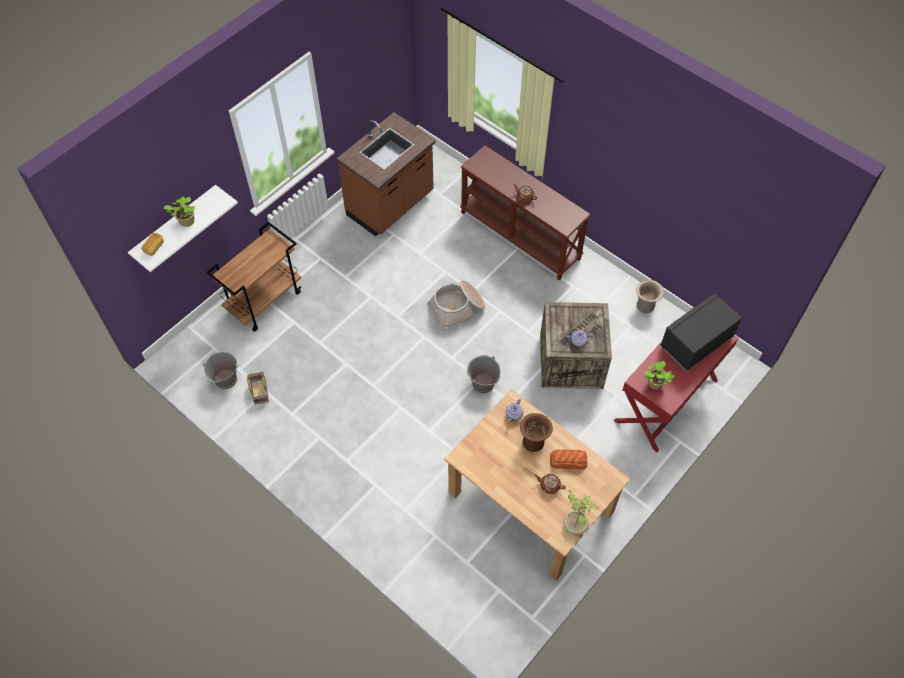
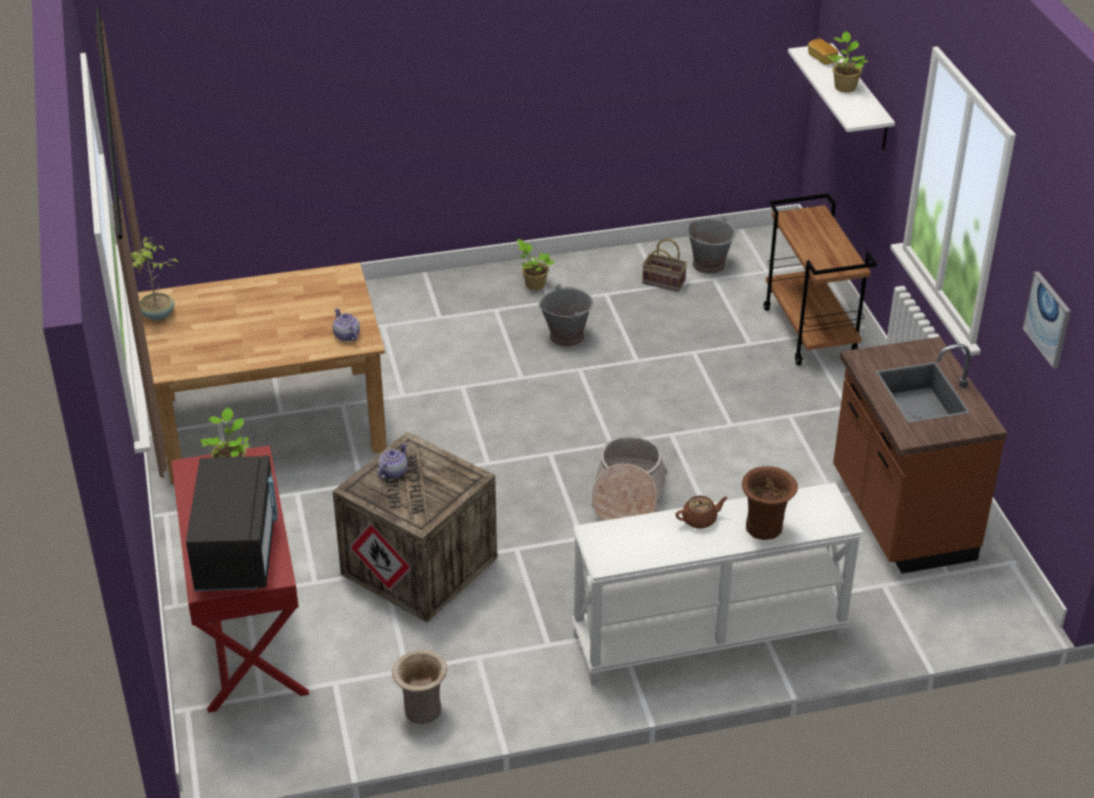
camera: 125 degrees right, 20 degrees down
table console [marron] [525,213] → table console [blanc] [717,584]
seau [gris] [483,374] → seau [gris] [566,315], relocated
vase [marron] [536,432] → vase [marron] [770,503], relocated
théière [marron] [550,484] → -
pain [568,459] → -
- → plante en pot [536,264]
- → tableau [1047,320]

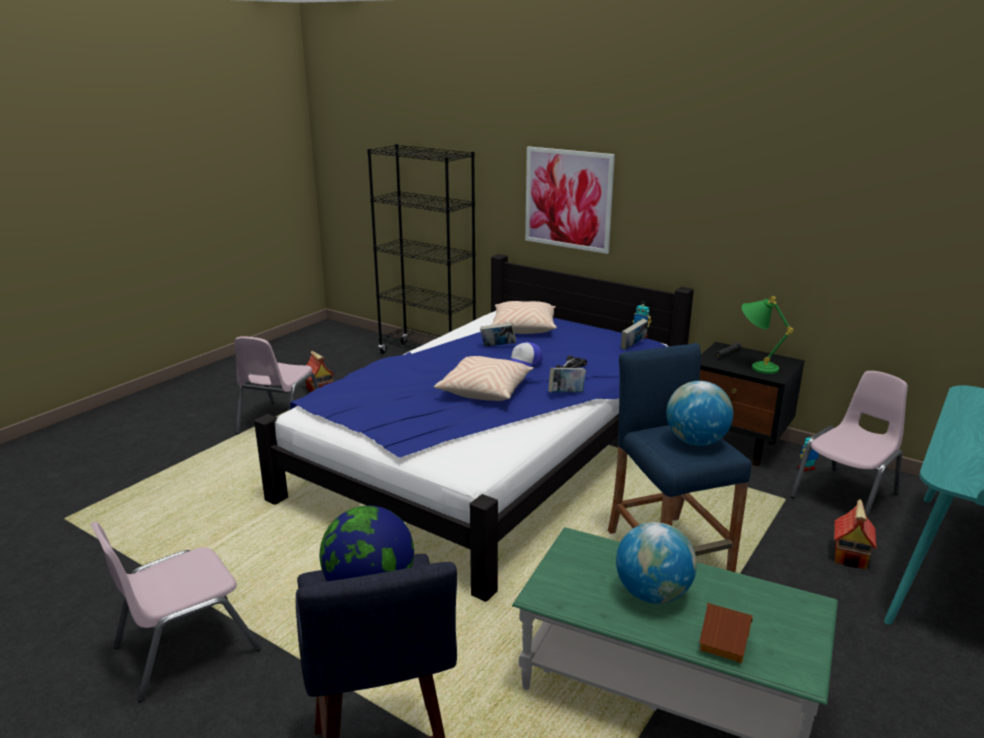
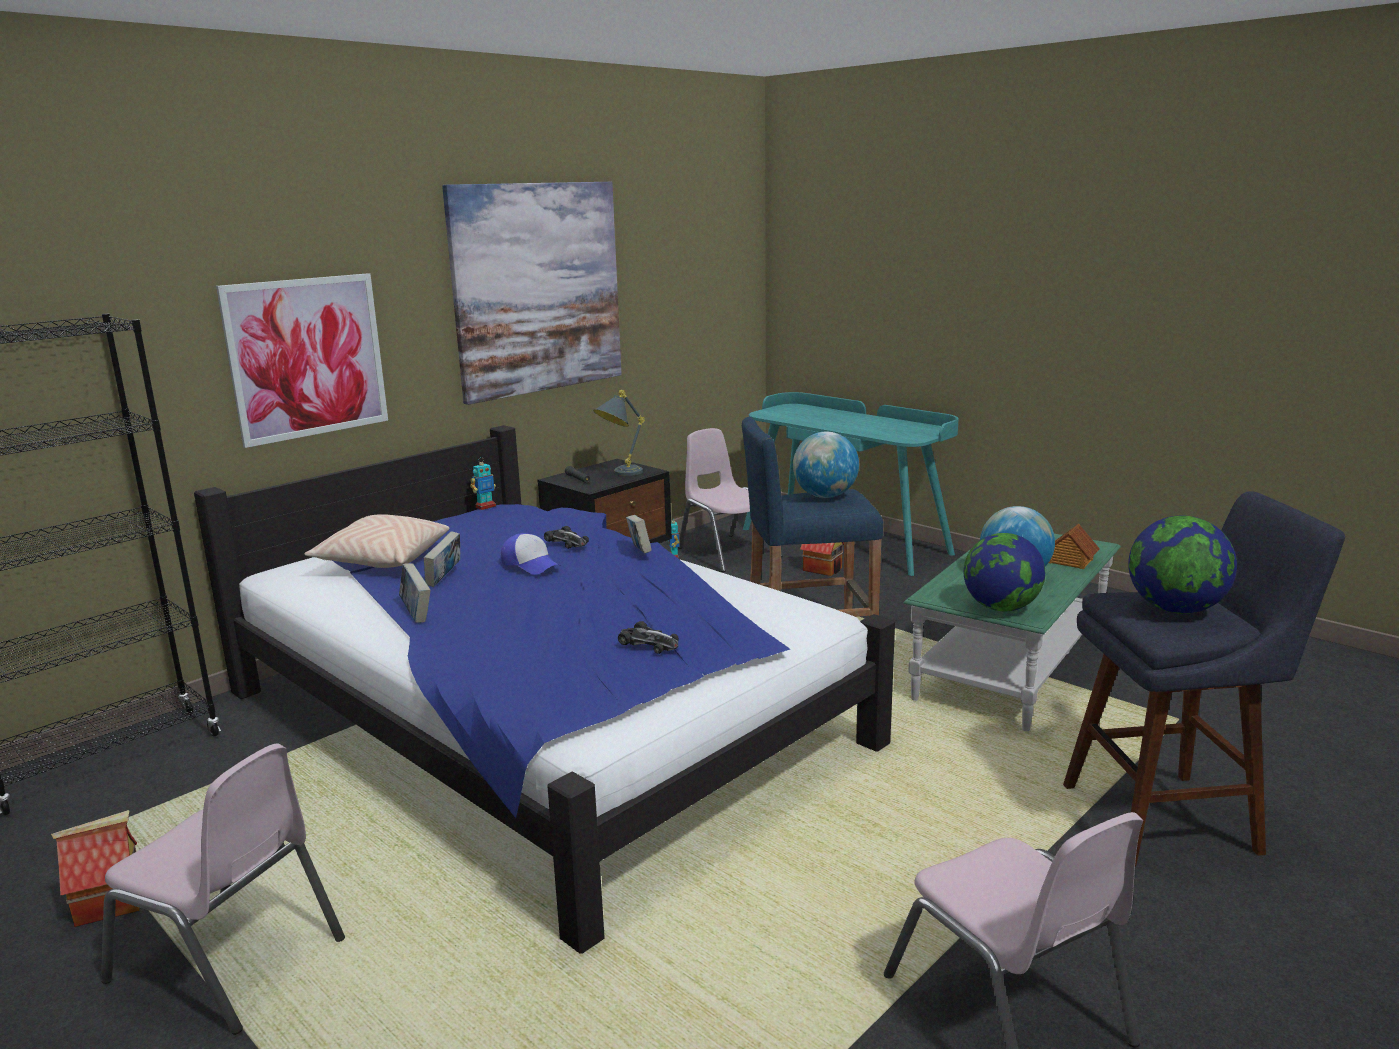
camera: 80 degrees left, 5 degrees down
coussin [beige] [484,378] → -
livre [634,334] → livre [415,593], relocated
lampe de table [vert] [768,335] → lampe de table [gris] [619,433]
- → tableau [532,293]
- → petite voiture [648,637]
- → globe [1004,572]

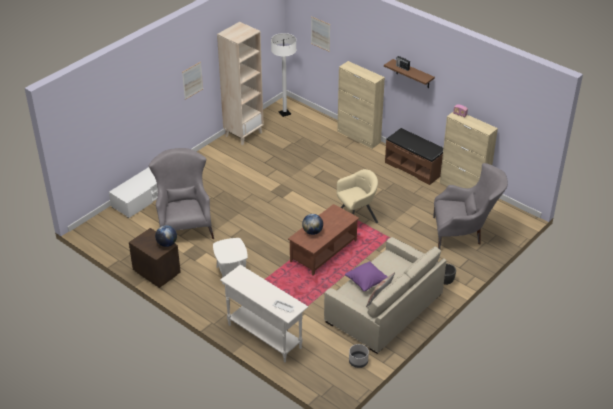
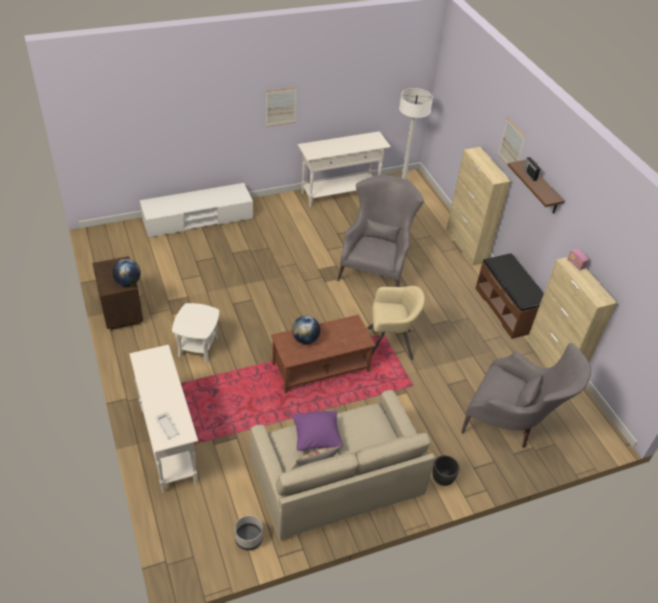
camera: 25 degrees right, 5 degrees up
fauteuil [gris] [181,193] → fauteuil [gris] [380,231], relocated
bibliothèque [beige] [240,84] → table console [blanc] [344,169]
tableau [320,34] → tableau [512,142], relocated

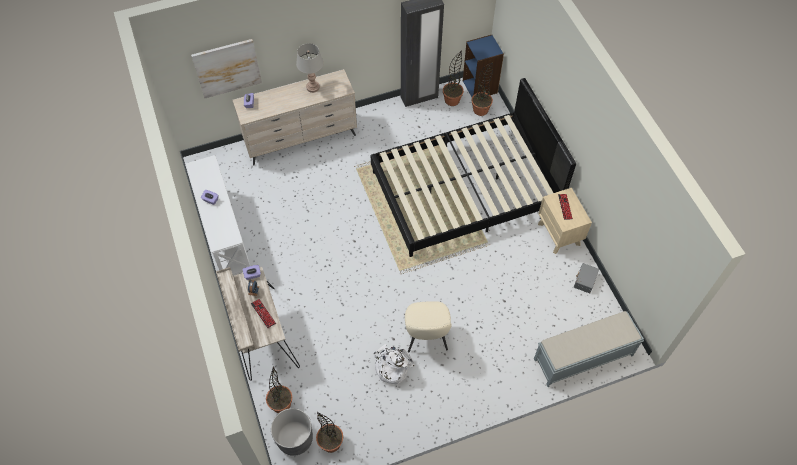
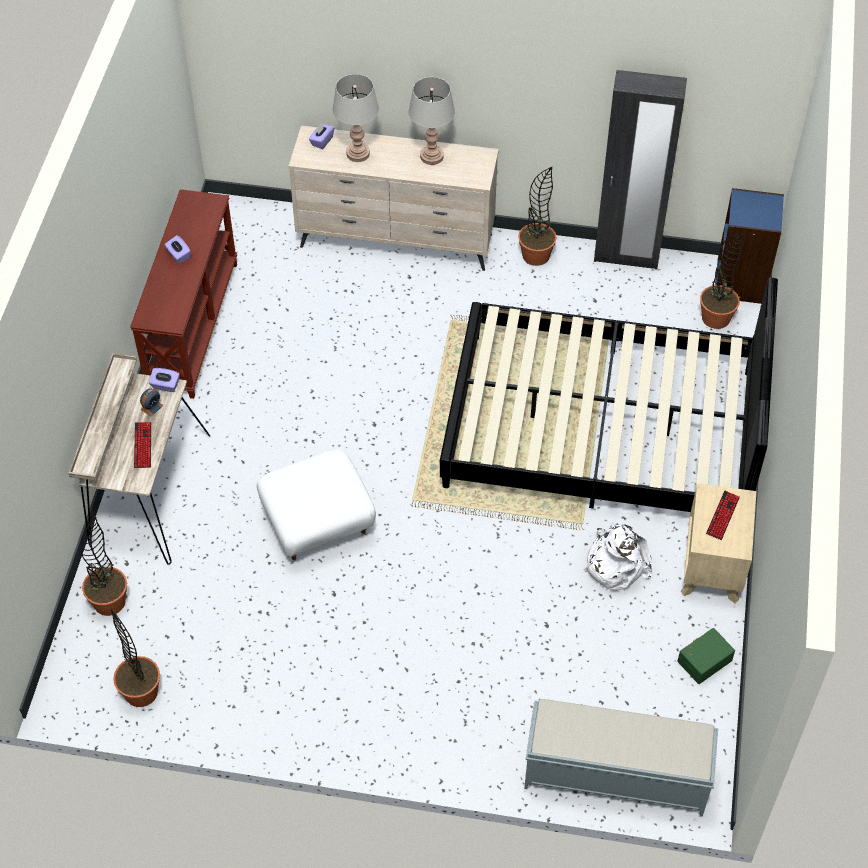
camera: 30 degrees right, 5 degrees down
table console [blanc] [218,215] → table console [marron] [183,294]
tableau [226,68] → -
cache-pot [gris] [292,432] → -
sac à dos [blanc] [394,364] → sac à dos [blanc] [618,557], relocated
chaise [beige] [428,327] → -
plante en pot [453,78] → plante en pot [537,216], relocated
boîte de rangement [gris] [586,278] → boîte de rangement [vert] [706,656]
- → pouf [blanc] [316,506]
- → lampe de table [gris] [355,118]

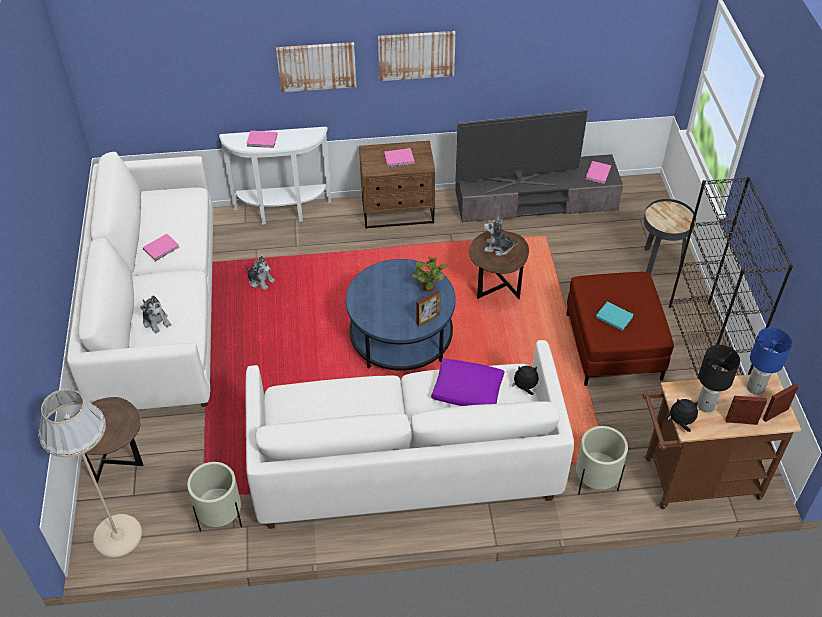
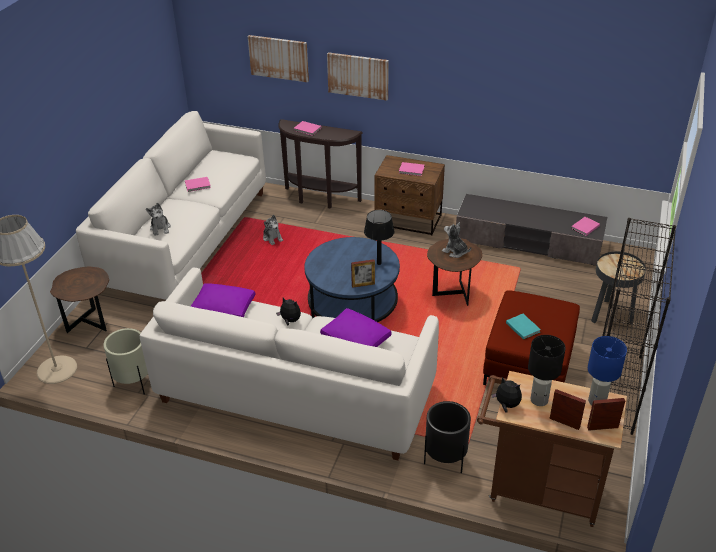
camera: 25 degrees right, 10 degrees down
table console [blanc] [275,176] → table console [marron] [320,164]
tableau [417,56] → tableau [278,58], relocated
plante en pot [429,274] → lampe de table [noir] [379,237]
téléviseur [522,151] → -
peluche [525,380] → peluche [288,311], relocated
cache-pot [beige] [602,460] → cache-pot [noir] [447,437]
- → coussin [violet] [223,300]

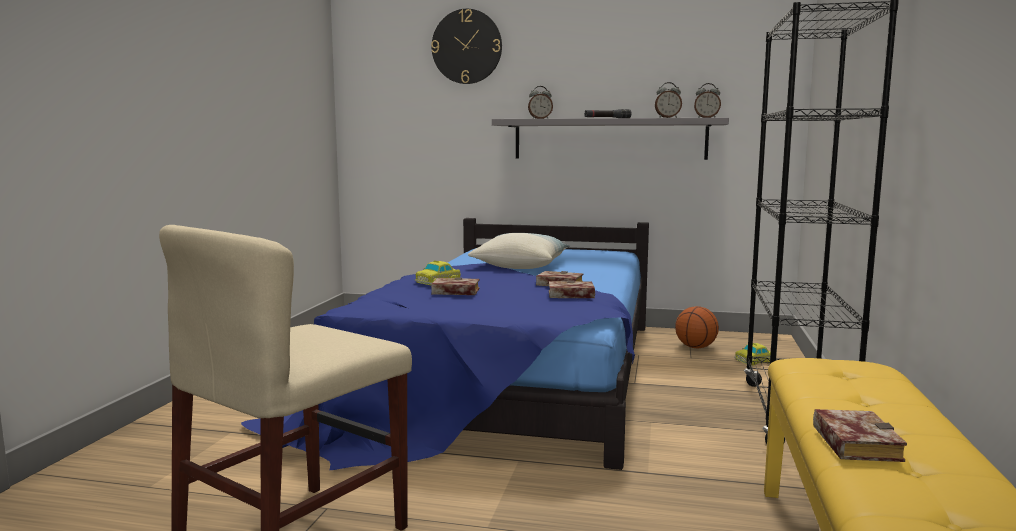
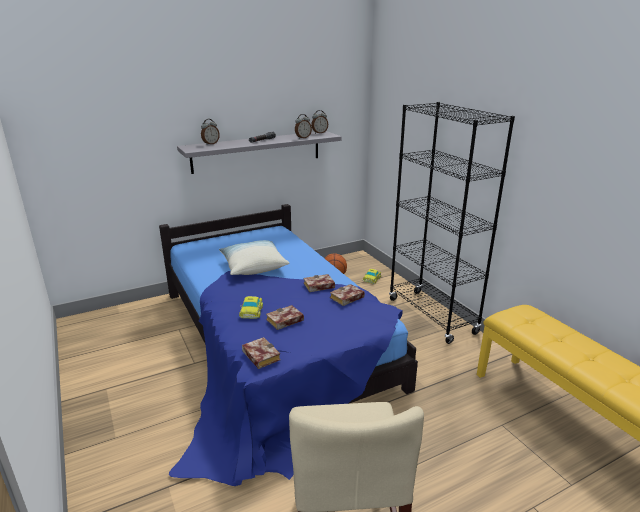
camera: 40 degrees left, 15 degrees up
horloge murale [466,46] → -
livre [860,435] → livre [261,353], relocated

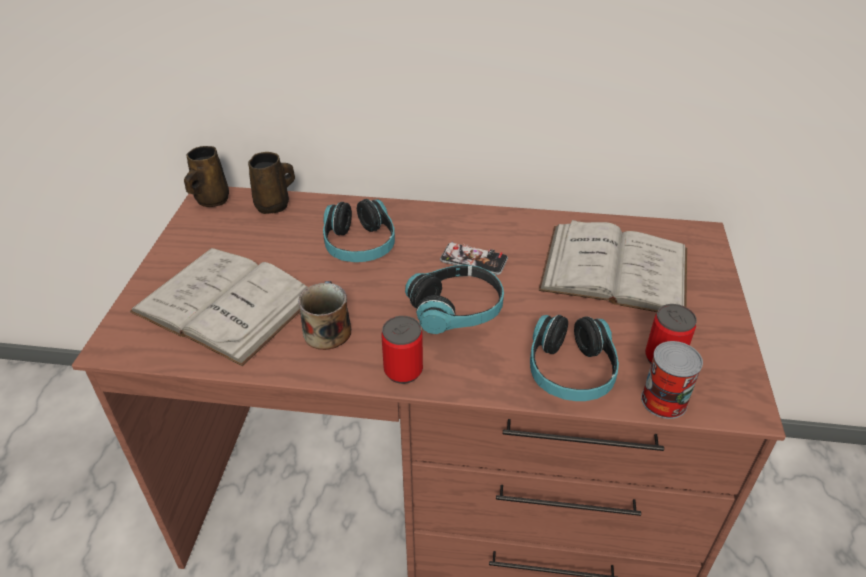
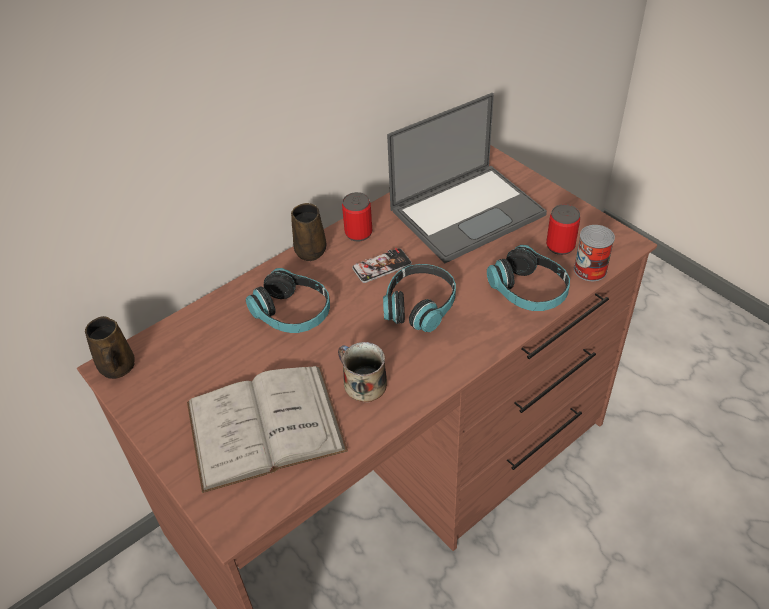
camera: 45 degrees left, 5 degrees up
mug [marron] [271,183] → mug [marron] [308,232], relocated
boîte métallique [402,350] → boîte métallique [357,217], relocated
livre [blanc] [612,266] → ordinateur portable [467,178]

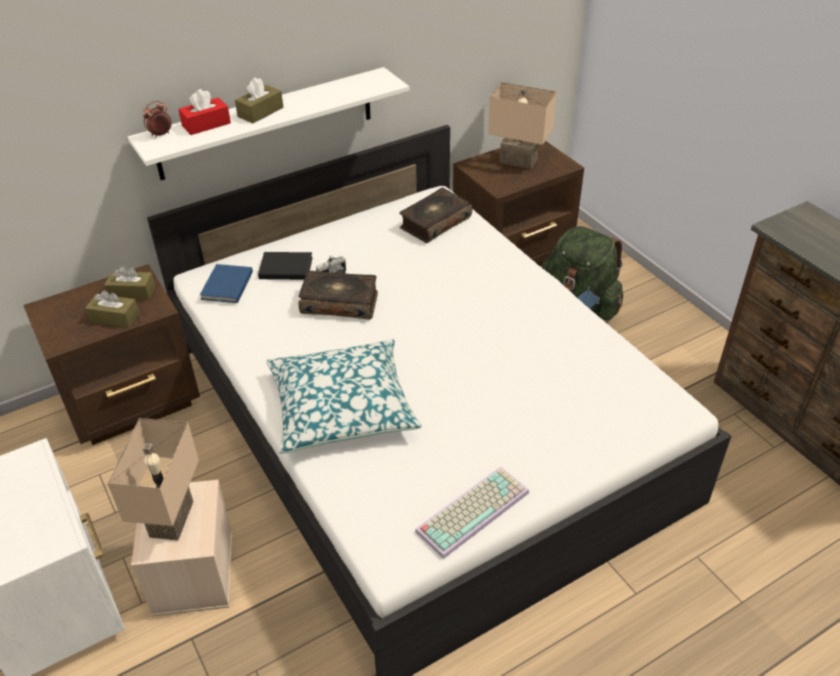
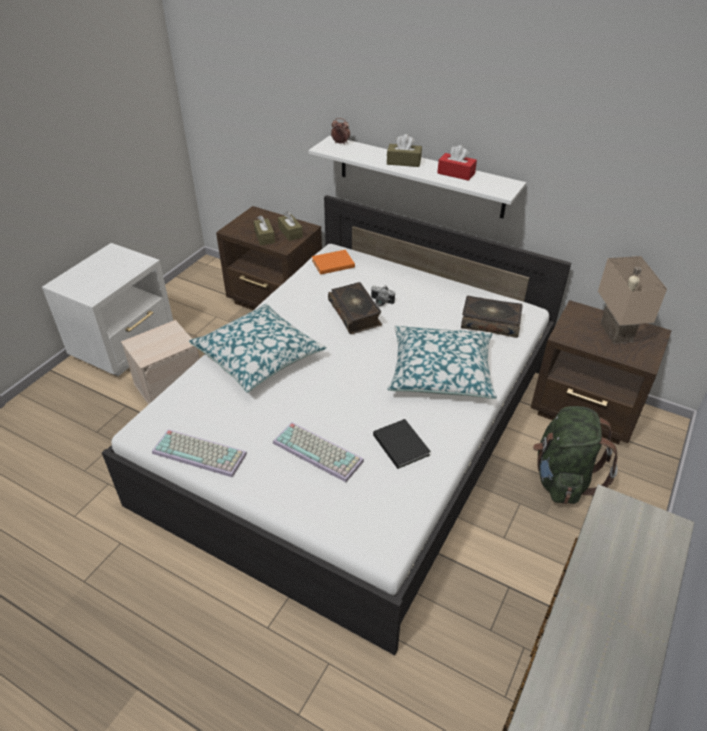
camera: 60 degrees right, 0 degrees up
lampe de table [beige] [153,479] → -
boîte à mouchoirs [rouge] [204,112] → boîte à mouchoirs [rouge] [457,163], relocated
livre [bleu] [226,283] → livre [orange] [333,262]
livre [noir] [285,266] → livre [noir] [402,444], relocated
- → clavier [318,452]
- → coussin [442,362]

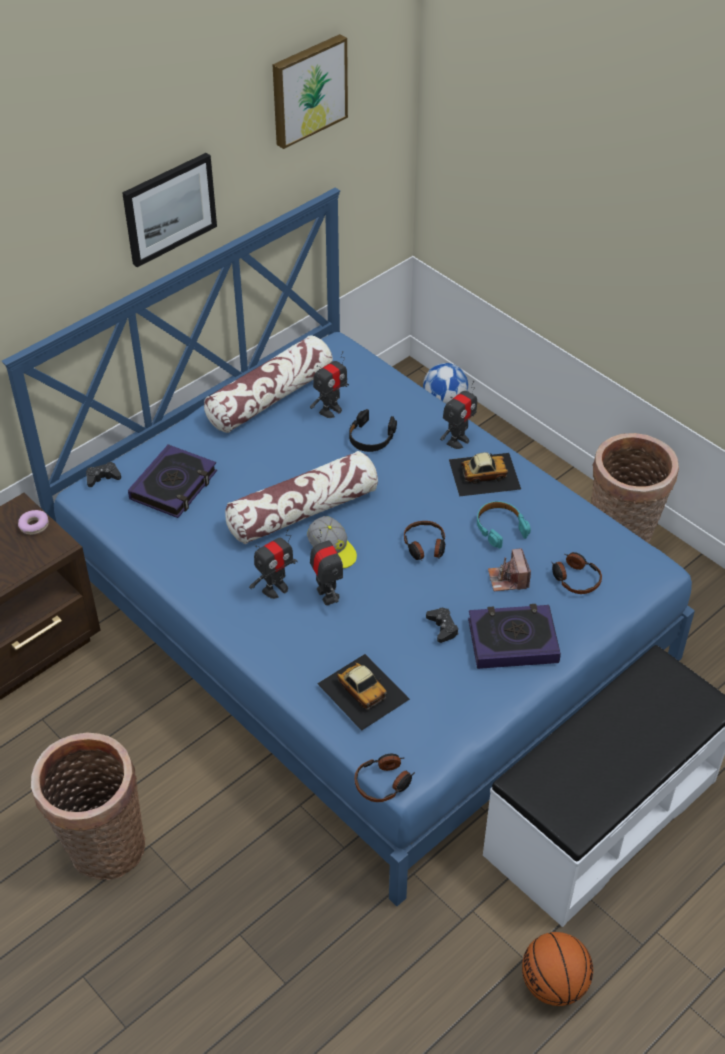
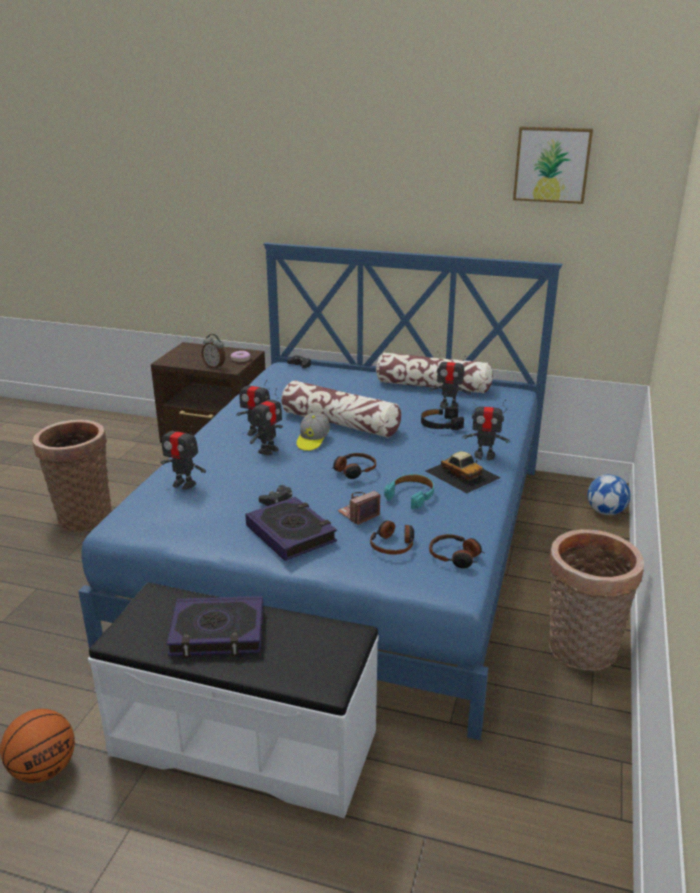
camera: 60 degrees right, 20 degrees down
tableau [169,210] → -
livre [172,481] → livre [214,627], relocated
petite voiture [363,692] → robot jouet [183,454]
casque audio [385,778] → casque audio [457,551], relocated
- → réveil [213,351]

